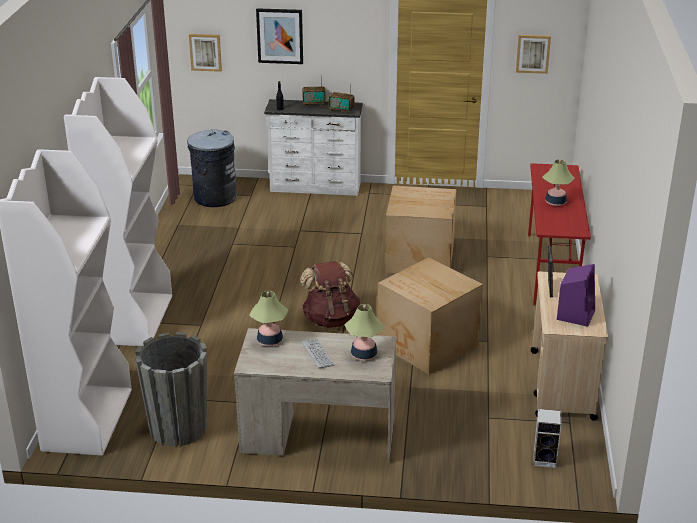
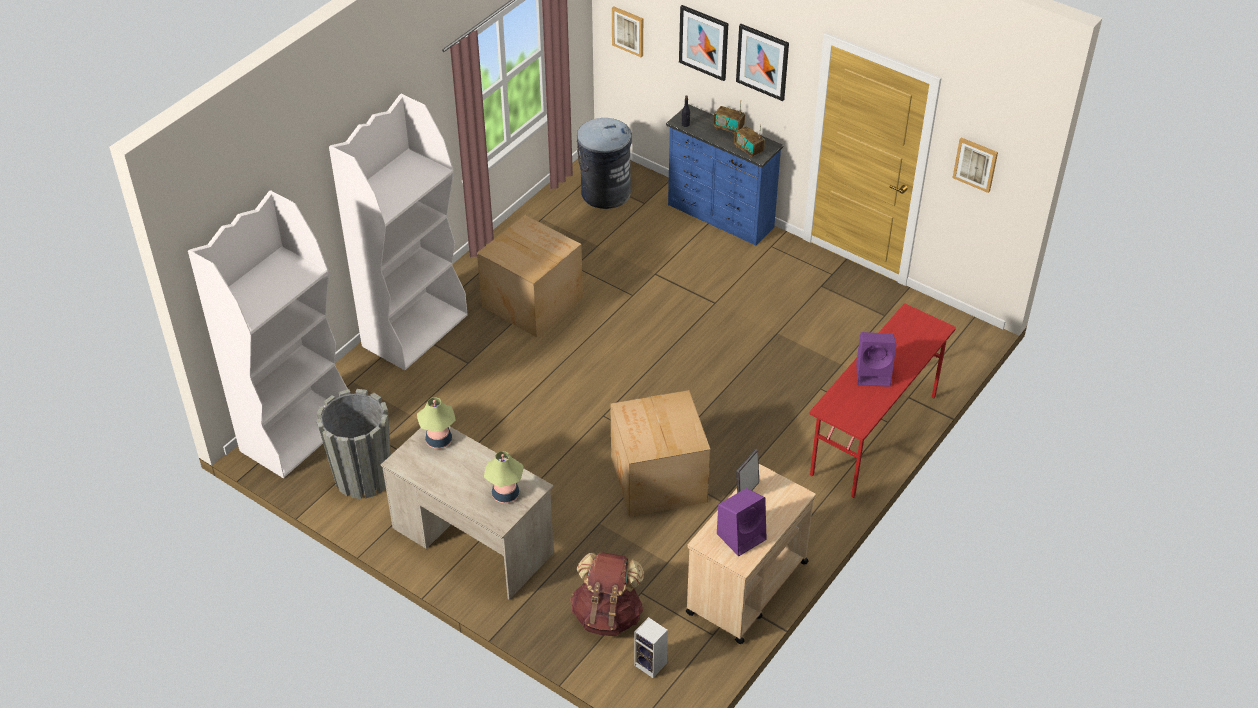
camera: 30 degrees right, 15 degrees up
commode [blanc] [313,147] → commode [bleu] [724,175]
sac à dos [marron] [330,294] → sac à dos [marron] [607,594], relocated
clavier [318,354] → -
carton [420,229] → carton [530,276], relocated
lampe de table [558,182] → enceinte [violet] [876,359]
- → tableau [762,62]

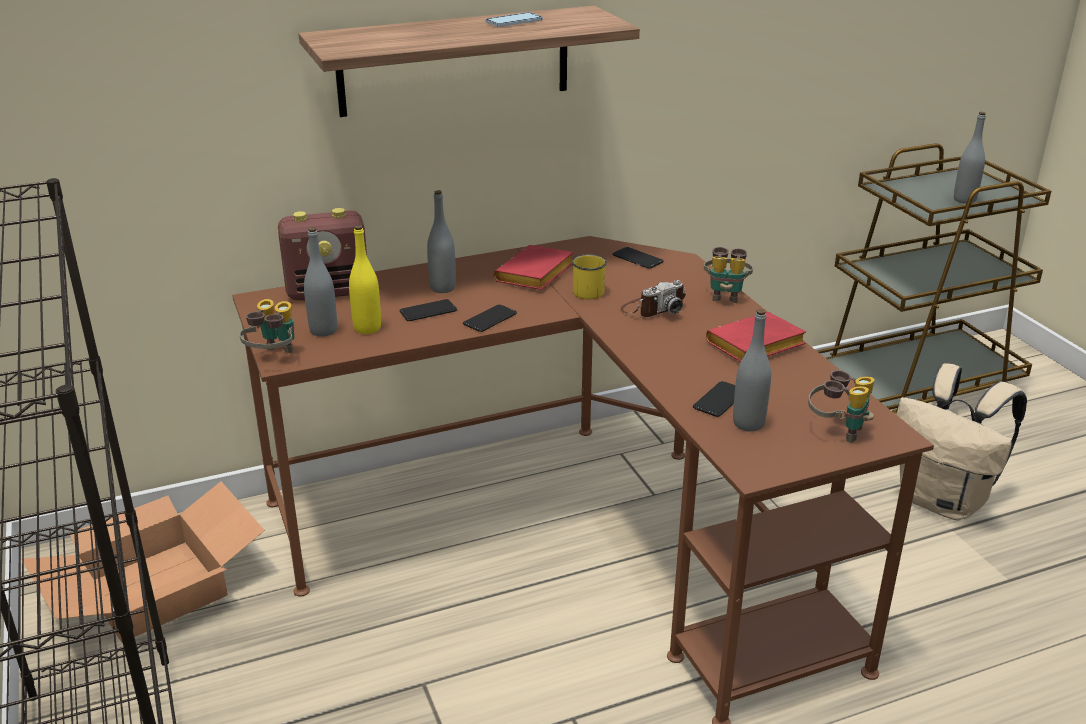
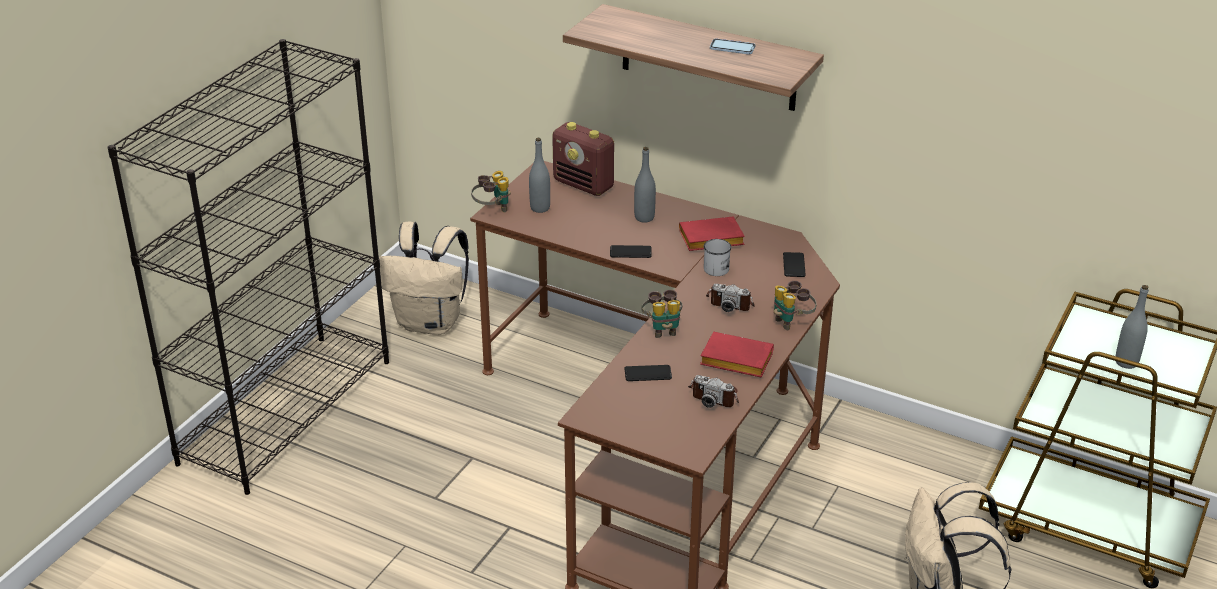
camera: 50 degrees right, 5 degrees up
carton [144,562] → sac à dos [beige] [424,278]
bouteille [jaune] [365,279] → -
téléphone [428,310] → -
mug [jaune] [589,276] → mug [blanc] [718,257]
bouteille [gris] [752,370] → -
jumelles [841,406] → jumelles [662,314], relocated
- → appareil photo [713,391]

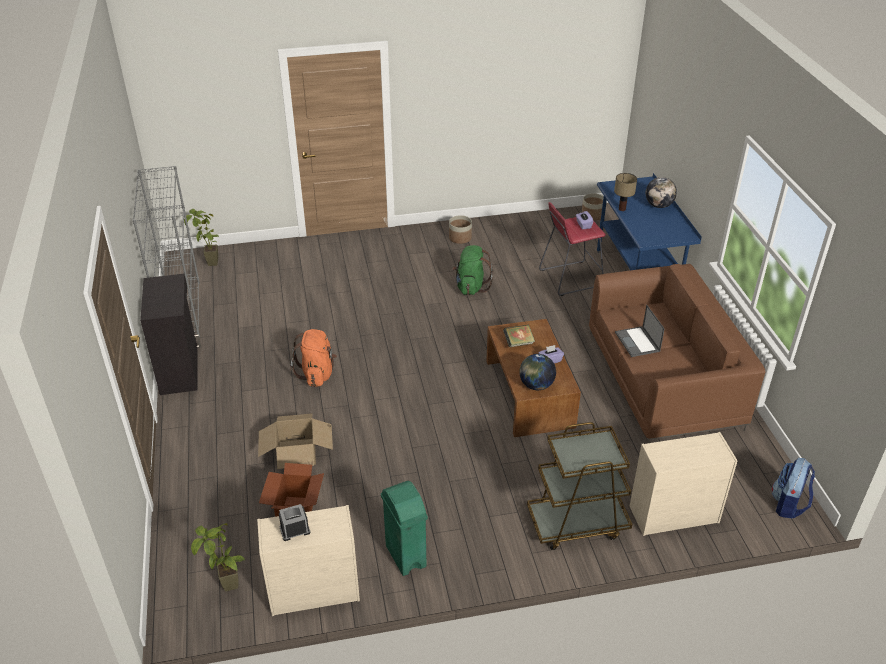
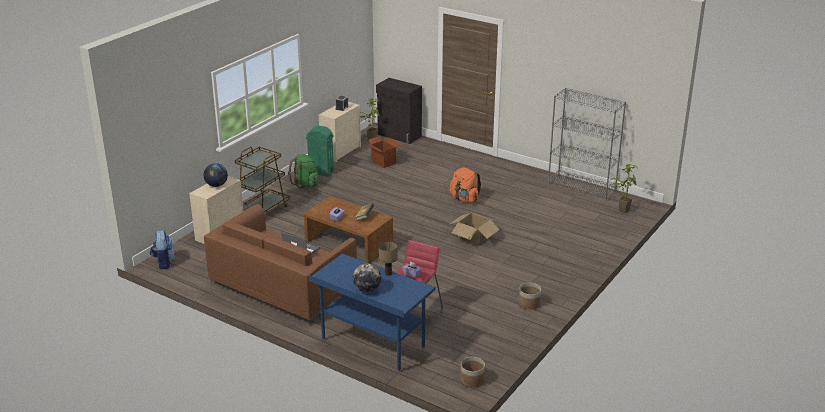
camera: 135 degrees right, 10 degrees down
meuble de rangement [noir] [170,334] → meuble de rangement [noir] [399,111], relocated
carton [295,441] → carton [475,229], relocated
sac à dos [vert] [472,270] → sac à dos [vert] [303,171], relocated
globe [537,372] → globe [216,175], relocated

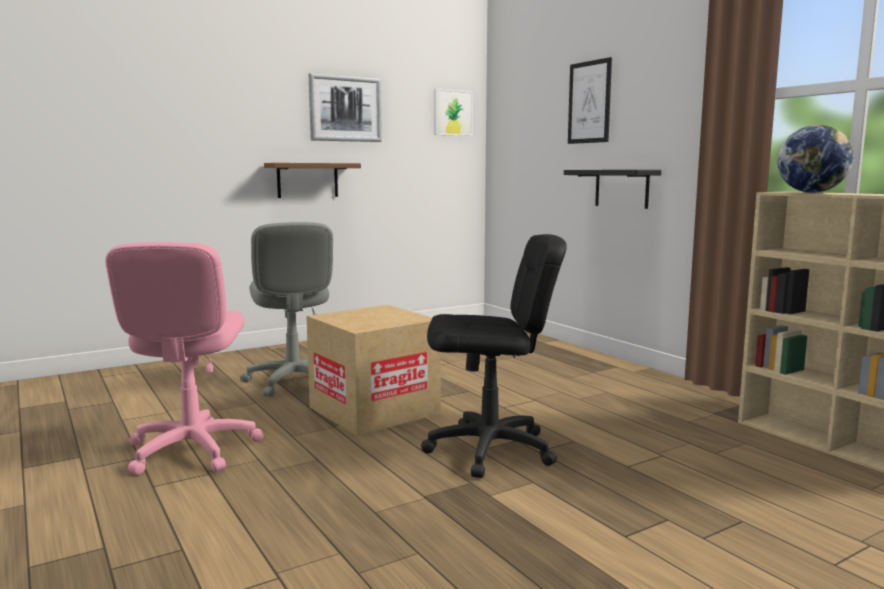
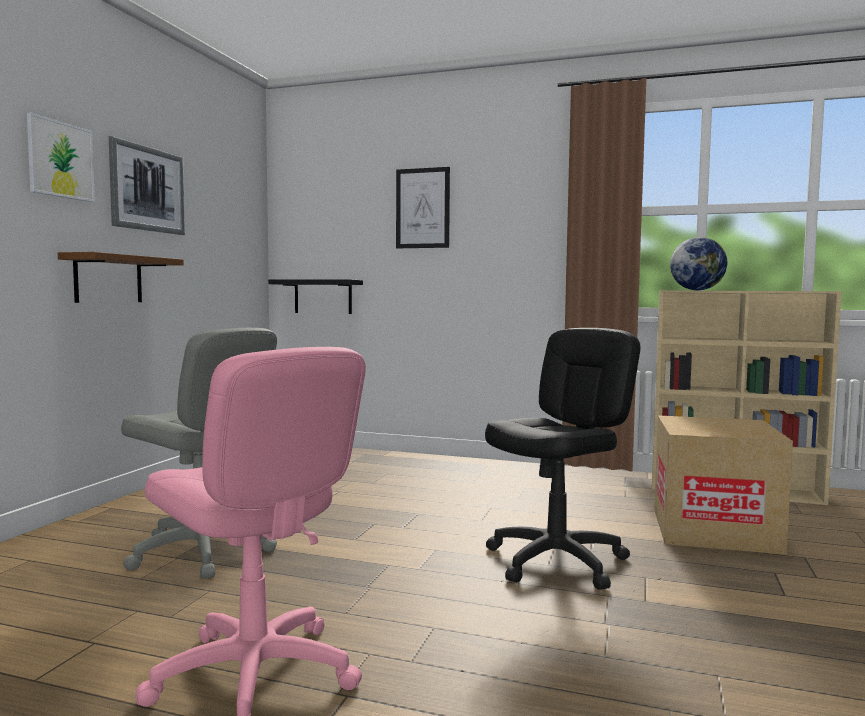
camera: 40 degrees left, 5 degrees down
carton [373,370] → carton [723,485], relocated
tableau [453,112] → tableau [61,157], relocated
étagère [noir] [612,189] → étagère [noir] [315,296], relocated

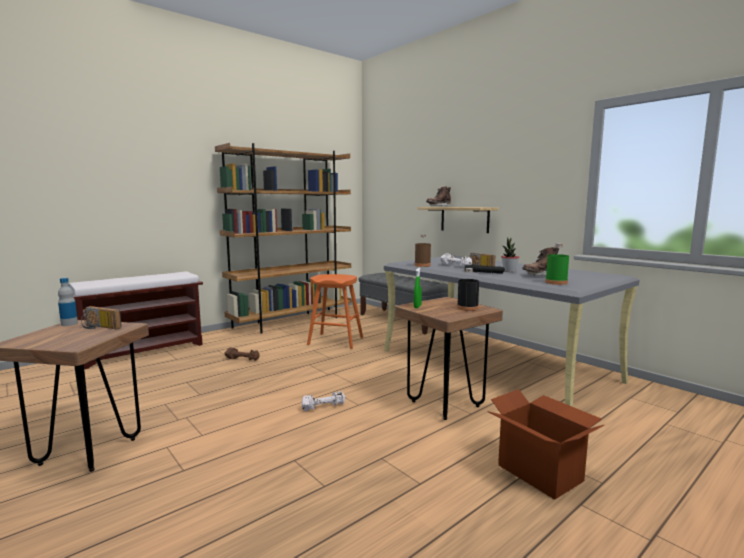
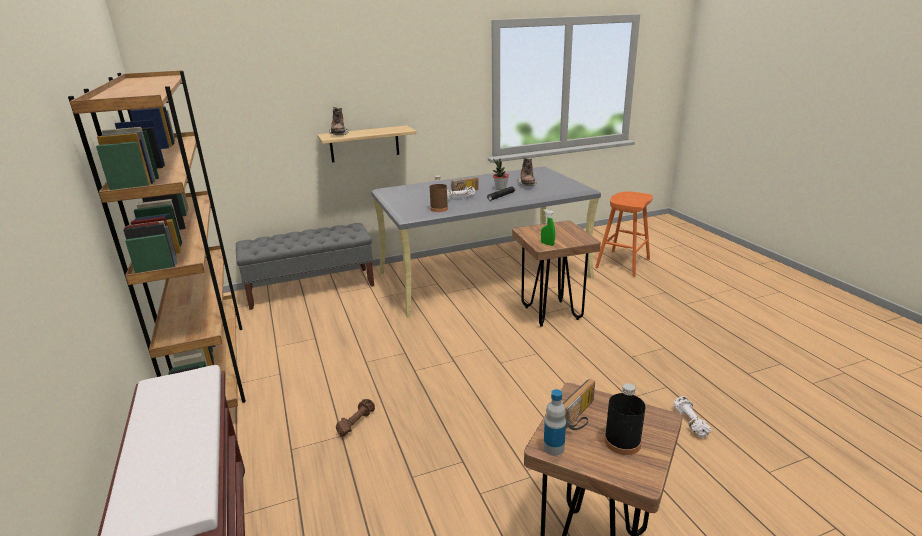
camera: 70 degrees left, 15 degrees up
haltère [blanc] [323,401] → haltère [blanc] [692,417], relocated
tabouret [orange] [335,311] → tabouret [orange] [624,234], relocated
bouteille [noir] [468,289] → bouteille [noir] [625,419], relocated
carton [545,444] → -
bouteille [vert] [557,264] → -

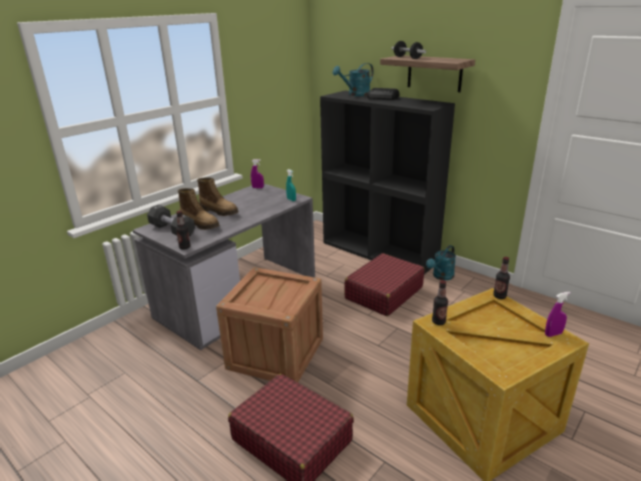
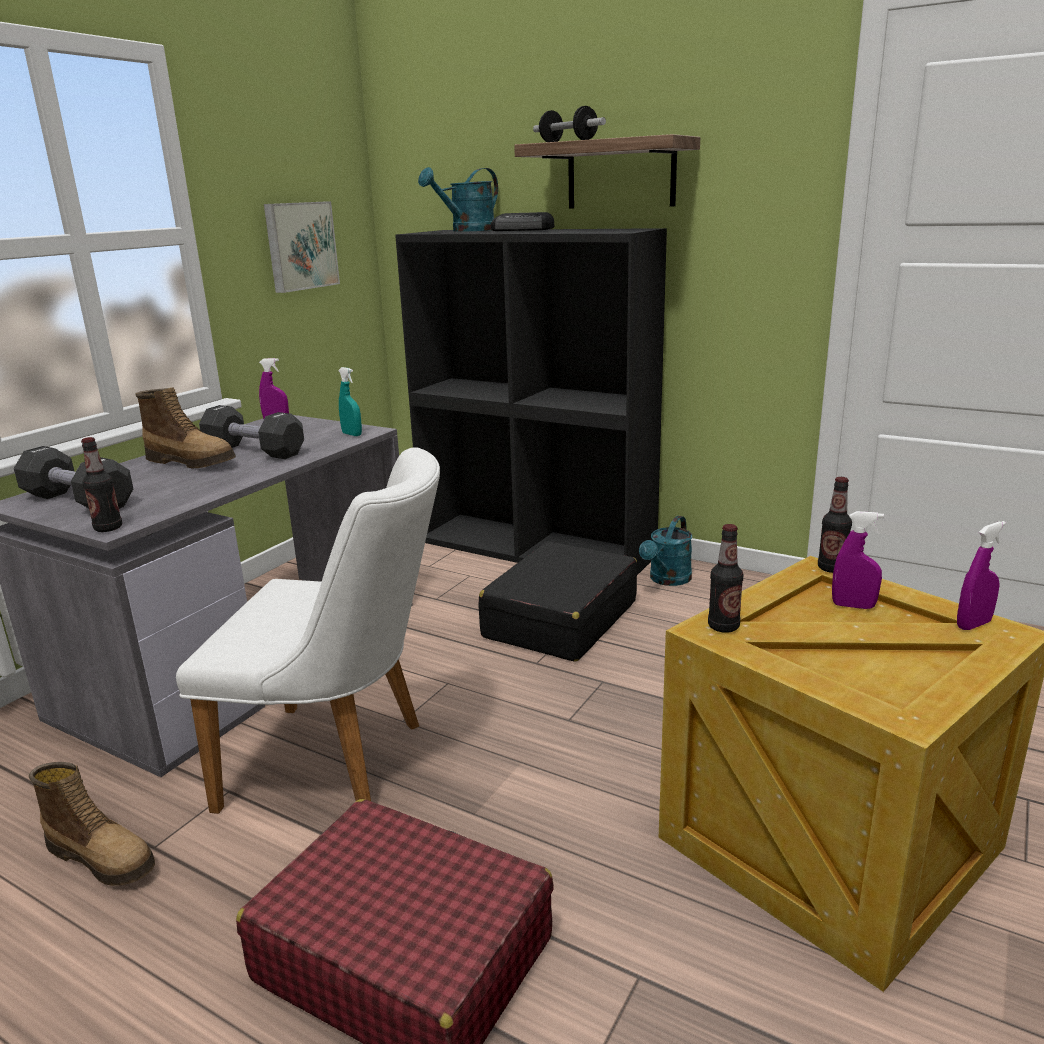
camera: 10 degrees left, 5 degrees down
botte [198,209] → botte [92,824], relocated
caisse [269,324] → chaise [blanc] [308,630]
valise [rouge] [384,284] → valise [noir] [557,601]
- → haltère [noir] [251,432]
- → tableau [302,247]
- → vaporisateur [violet] [858,560]

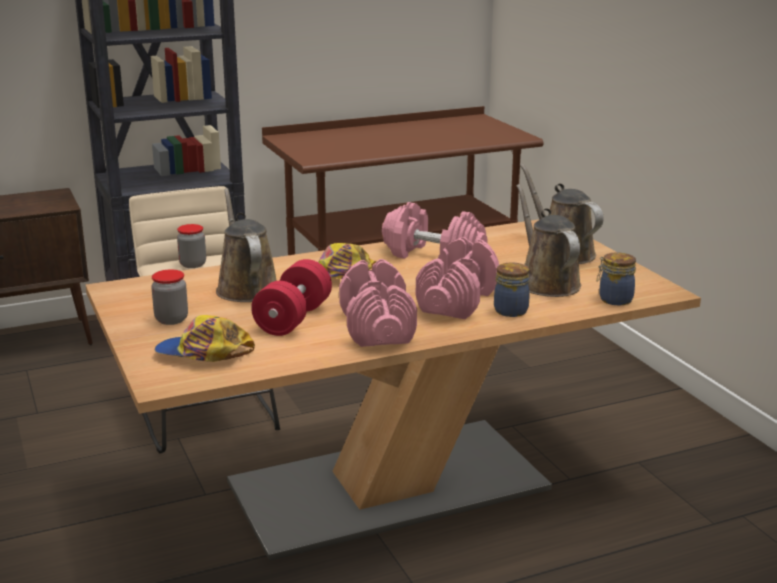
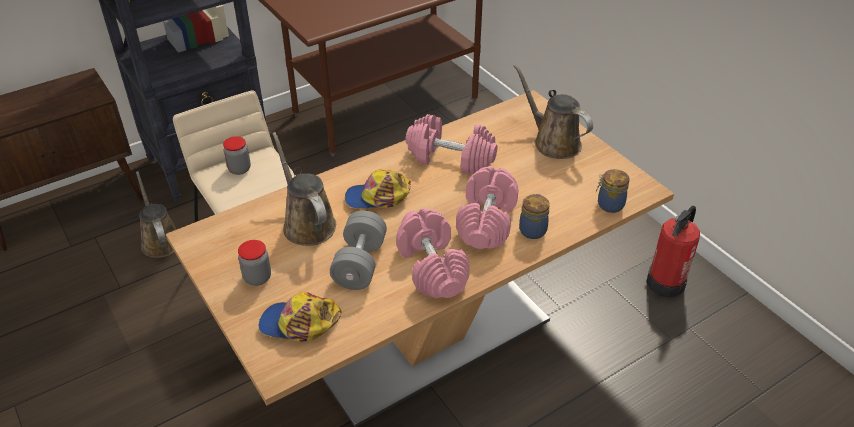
camera: 10 degrees left, 20 degrees up
haltère [rouge] [291,297] → haltère [gris] [358,250]
arrosoir [marron] [549,240] → arrosoir [marron] [156,214], relocated
- → extincteur [673,252]

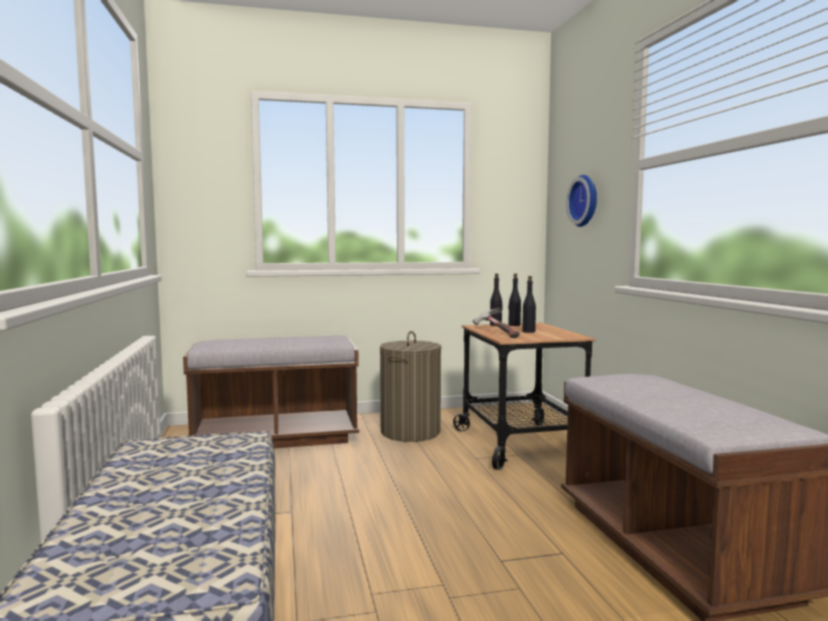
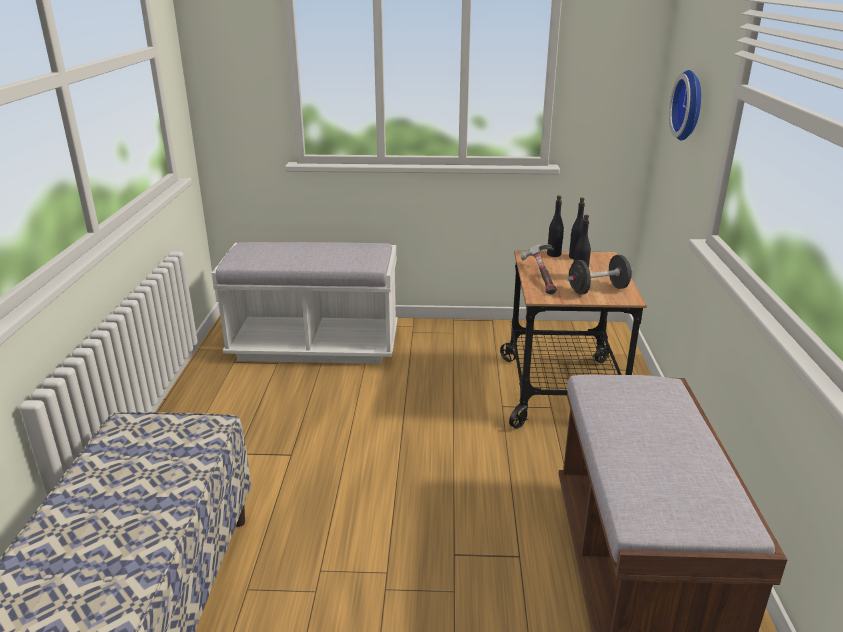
camera: 15 degrees right, 20 degrees up
banc [marron] [271,392] → banc [blanc] [305,303]
panier à linge [410,386] → -
- → haltère [noir] [600,275]

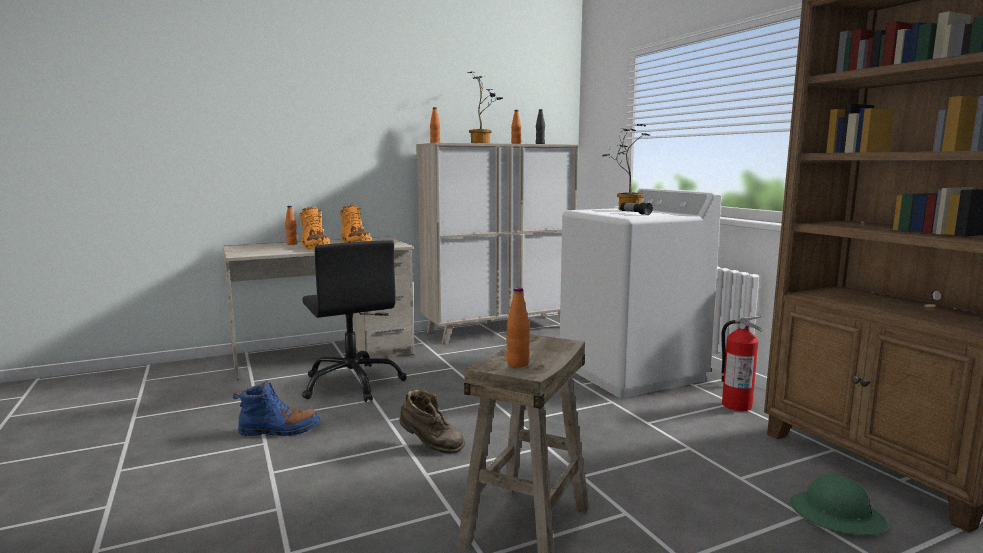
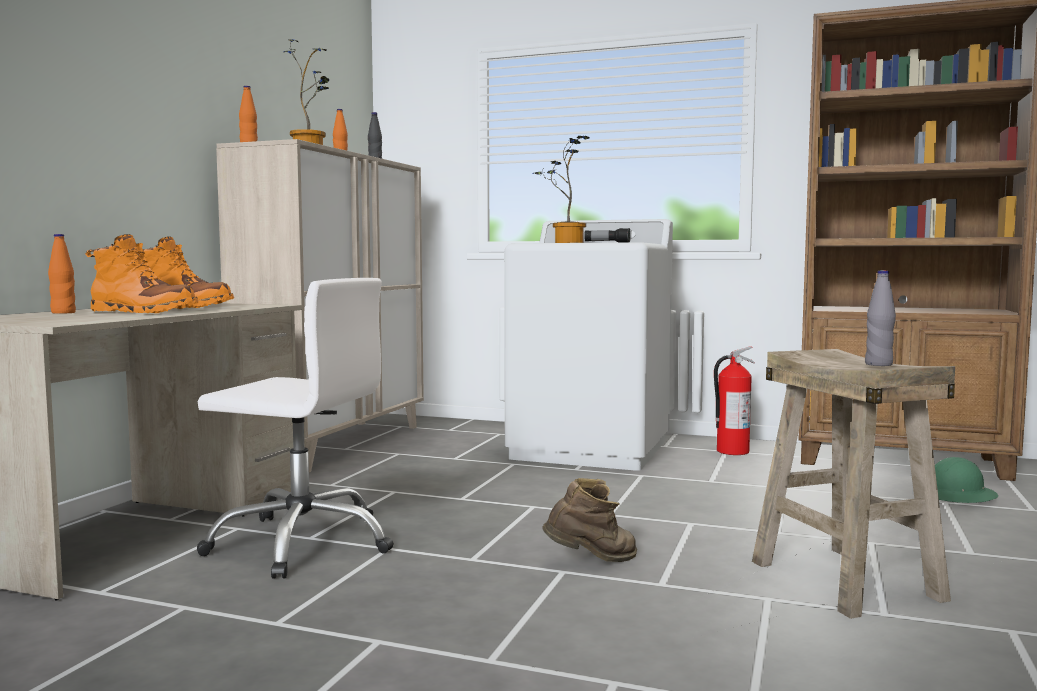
camera: 45 degrees left, 5 degrees down
botte [bleu] [276,408] → -
chaise de bureau [noir] [354,321] → chaise de bureau [blanc] [295,428]
bouteille [orange] [518,328] → bouteille [gris] [880,318]

